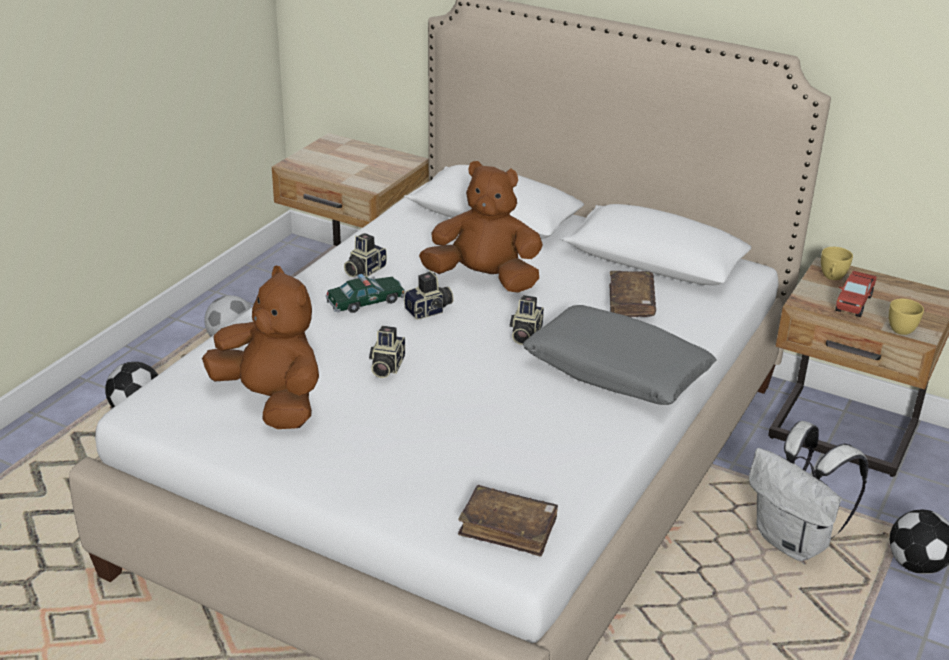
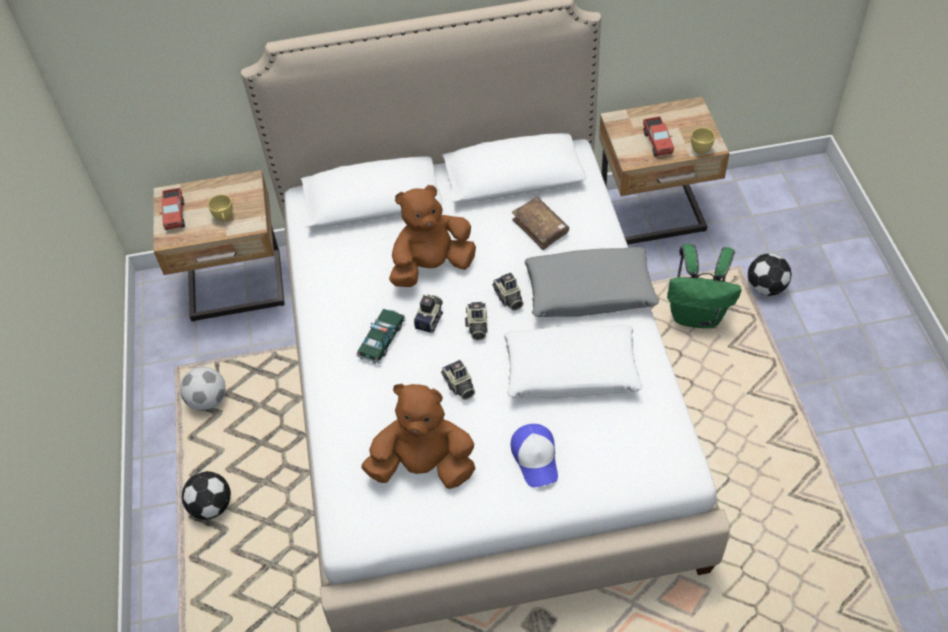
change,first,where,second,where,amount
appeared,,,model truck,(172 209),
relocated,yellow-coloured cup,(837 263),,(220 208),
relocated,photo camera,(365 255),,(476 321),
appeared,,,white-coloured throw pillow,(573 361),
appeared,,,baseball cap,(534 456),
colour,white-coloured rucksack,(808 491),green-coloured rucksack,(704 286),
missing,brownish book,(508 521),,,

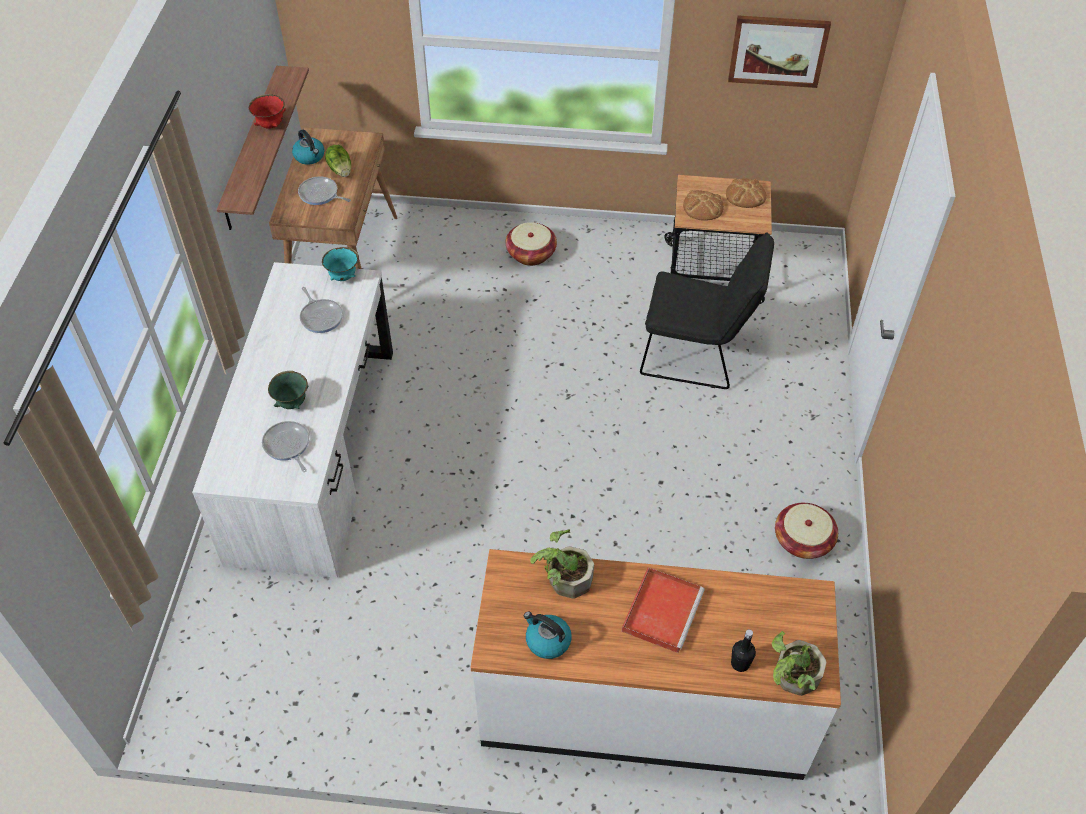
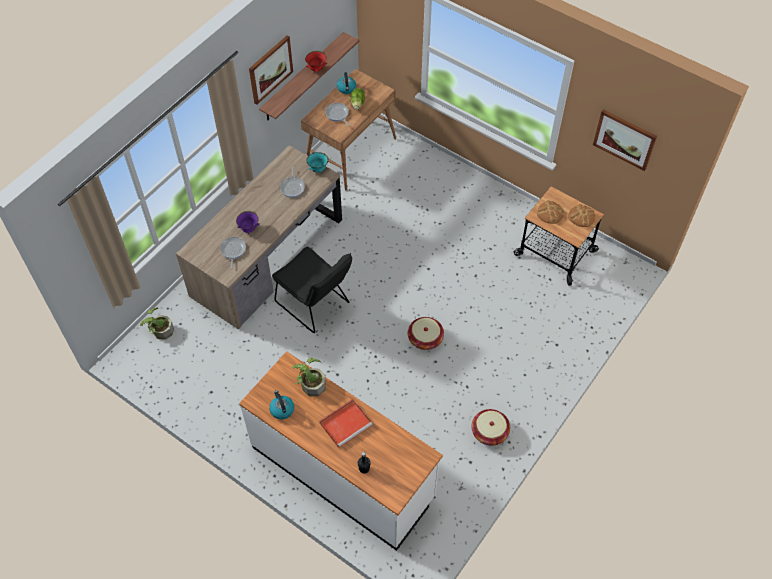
change,first,where,second,where,amount
relocated,plant in a pot,(798 663),,(157 324),
colour,white-coloured desk unit,(292 420),brownish desk unit,(259 237),
colour,green-coloured serving bowl,(288 390),purplish serving bowl,(248 222),
appeared,,,wall art,(271 70),
relocated,blackish upright chair,(707 310),,(312 290),
relocated,storage basket,(531 244),,(426 333),

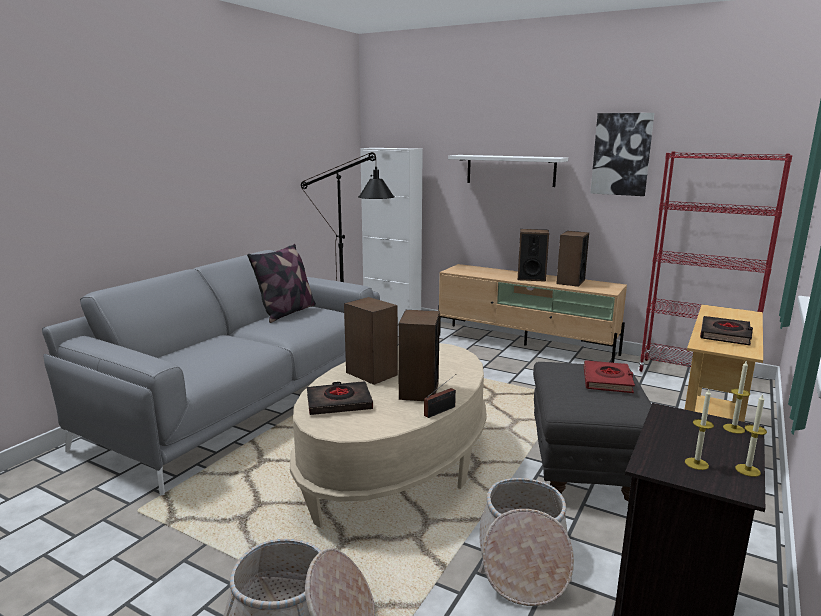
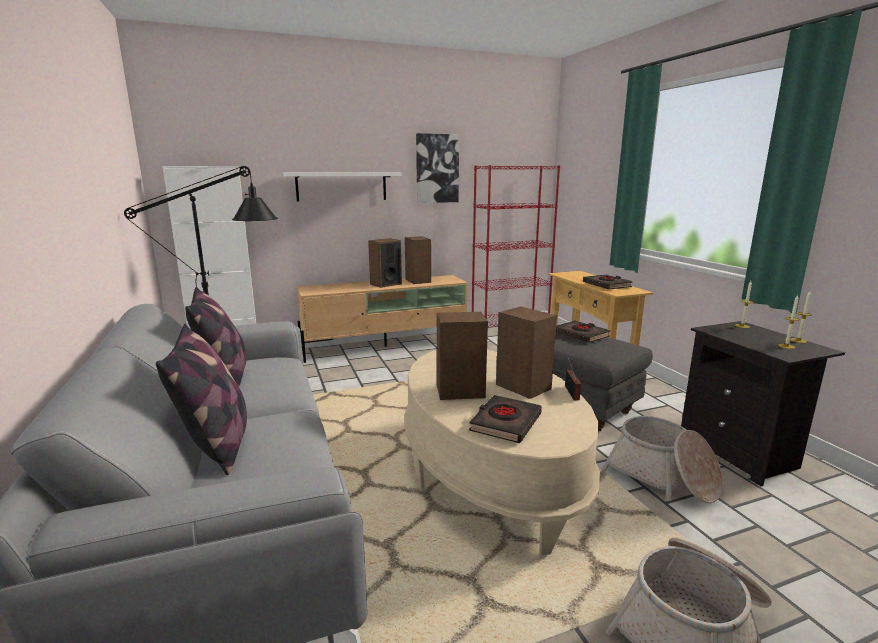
change,first,where,second,where,amount
appeared,,,throw pillow,(201 399),
colour,red-coloured book,(609 376),blackish book,(583 332),

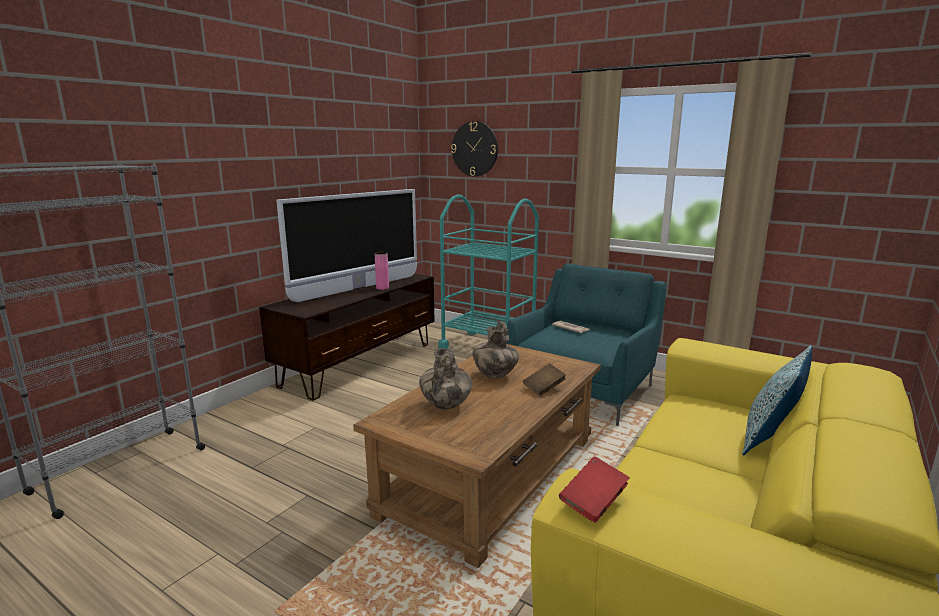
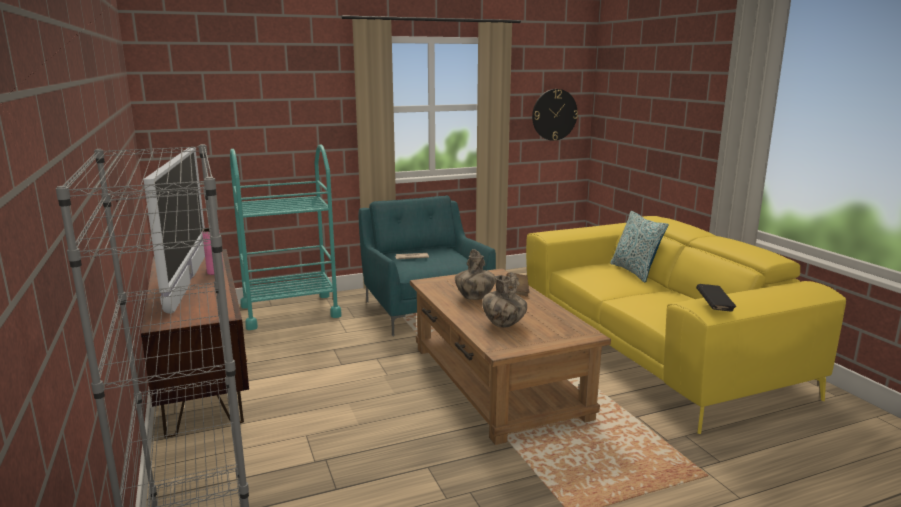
change,first,where,second,where,amount
relocated,wall clock,(474 149),,(555 115),
colour,red-coloured book,(594 489),blackish book,(716 298),

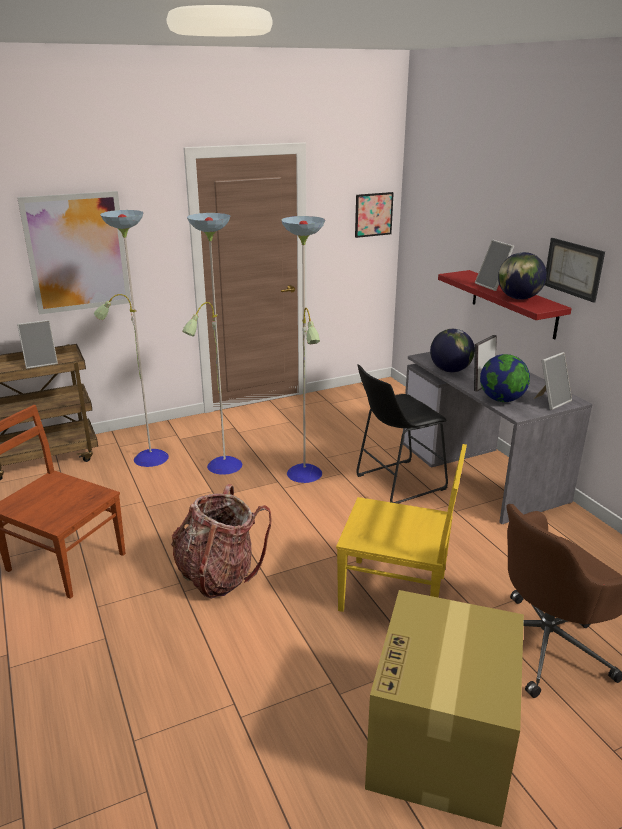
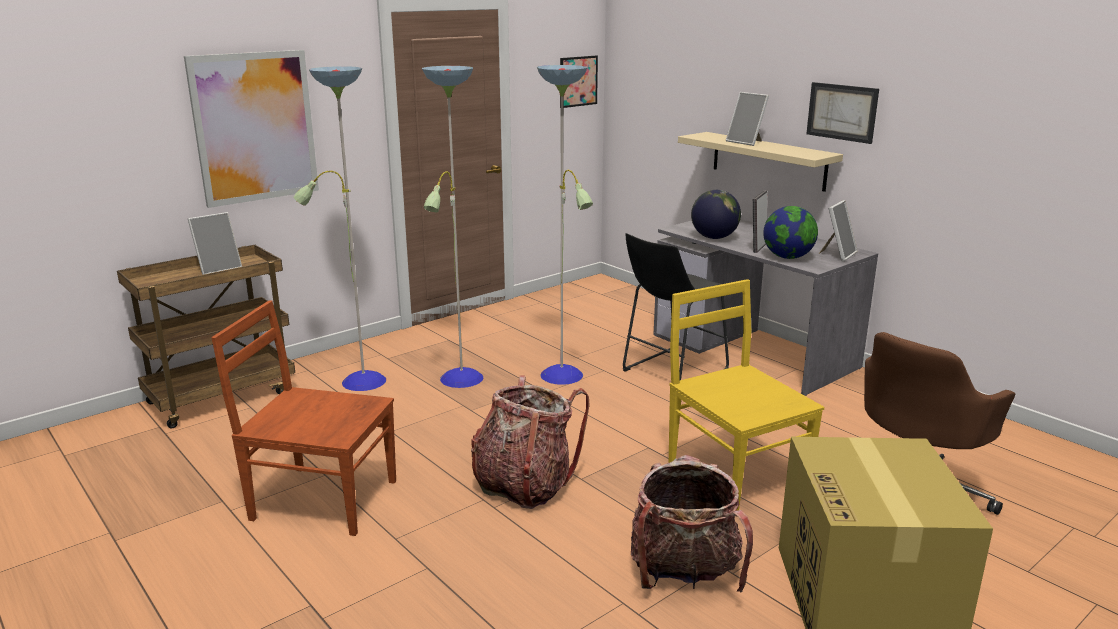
change,first,where,second,where,amount
appeared,,,rucksack,(692 523),
spun,yellow-coloured upright chair,(401 528),,(746 394),120 degrees counterclockwise
colour,red-coloured wall shelf,(505 305),sand-coloured wall shelf,(760 162),
missing,world globe,(522 276),,,

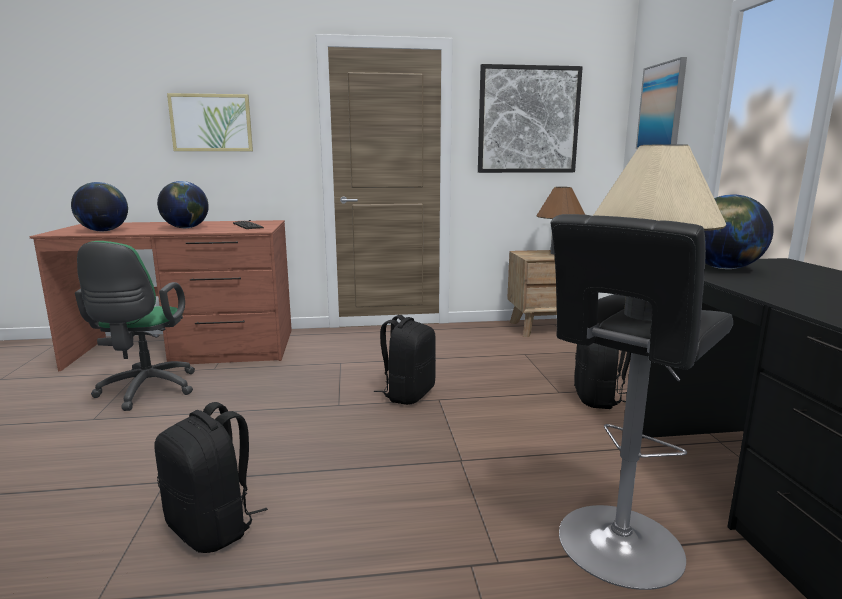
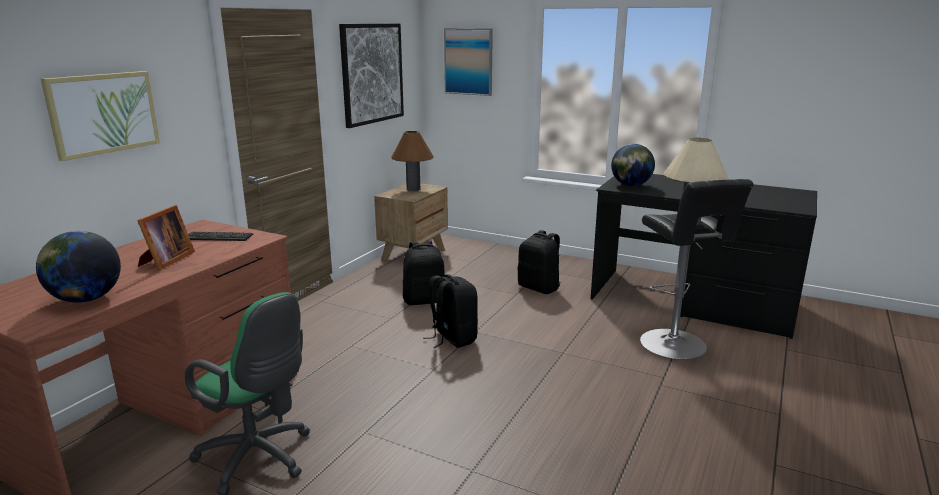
change,first,where,second,where,amount
exchanged,world globe,(183 204),photo frame,(166 237),
relocated,blackish rucksack,(211 477),,(423 272),

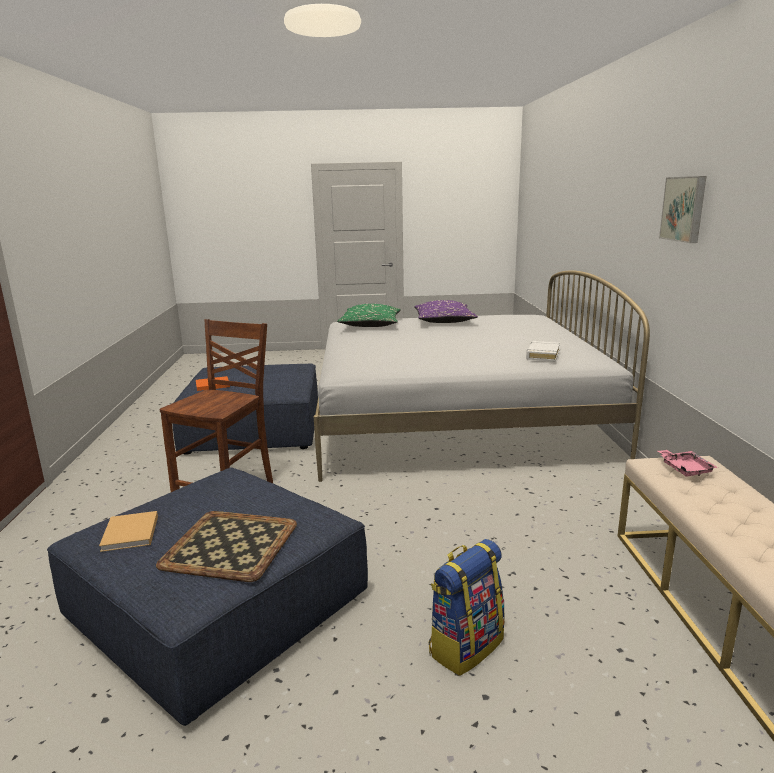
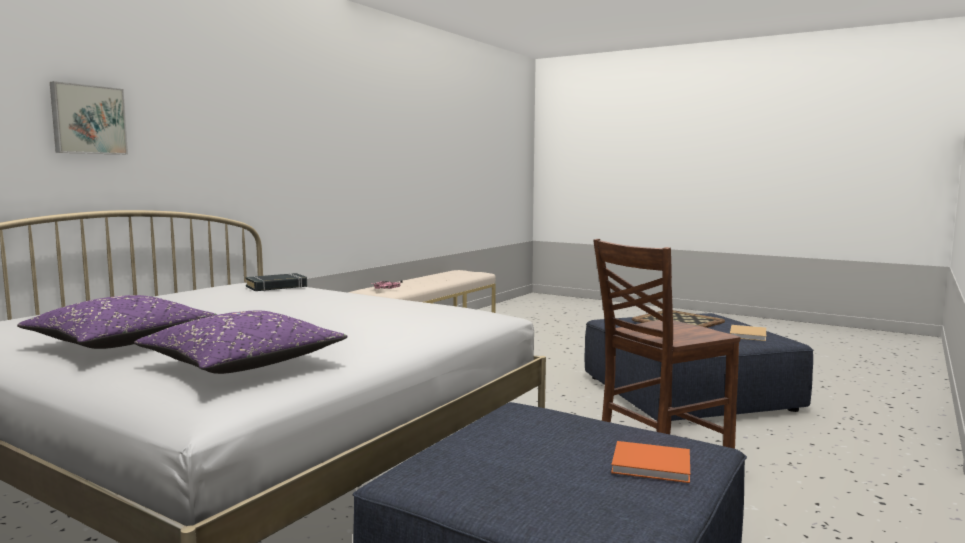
change,first,where,second,where,amount
relocated,wall art,(682 209),,(89 118),
colour,green-coloured throw pillow,(369 315),purplish throw pillow,(240 342),
colour,white-coloured book,(543 351),blackish book,(276 282),
missing,rucksack,(467 607),,,

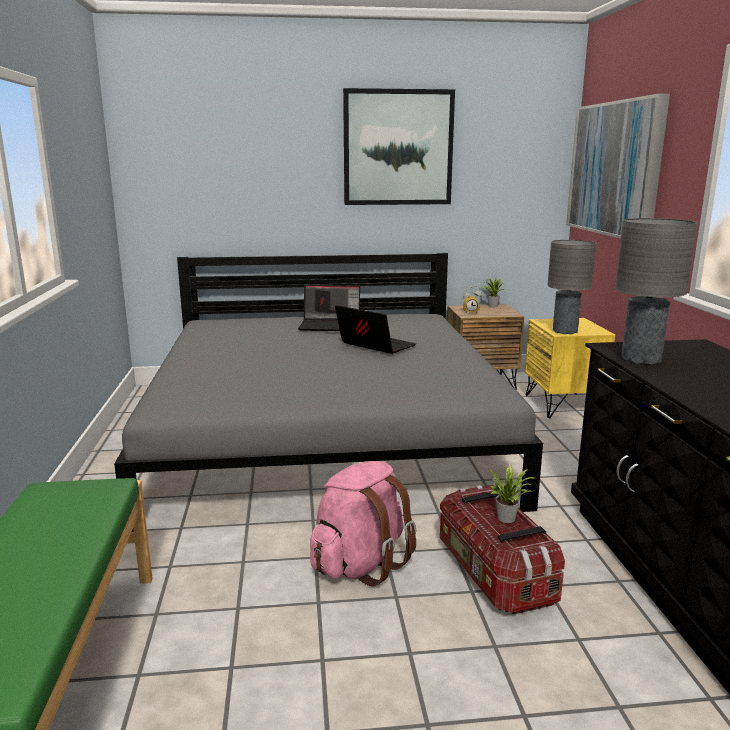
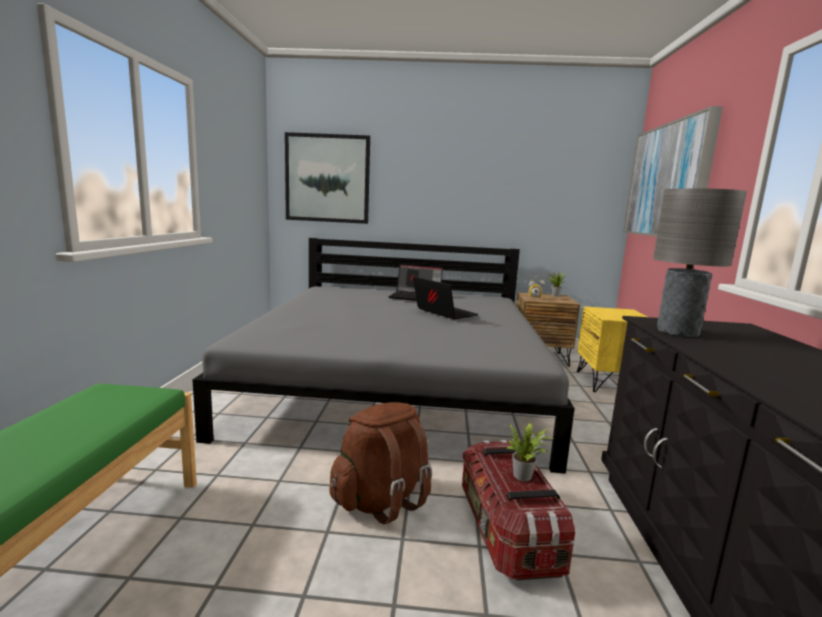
change,first,where,second,where,amount
relocated,wall art,(399 146),,(327 178),
colour,pinkish rucksack,(363 524),brownish rucksack,(380 463),
missing,greyish lamp for a table,(572 287),,,

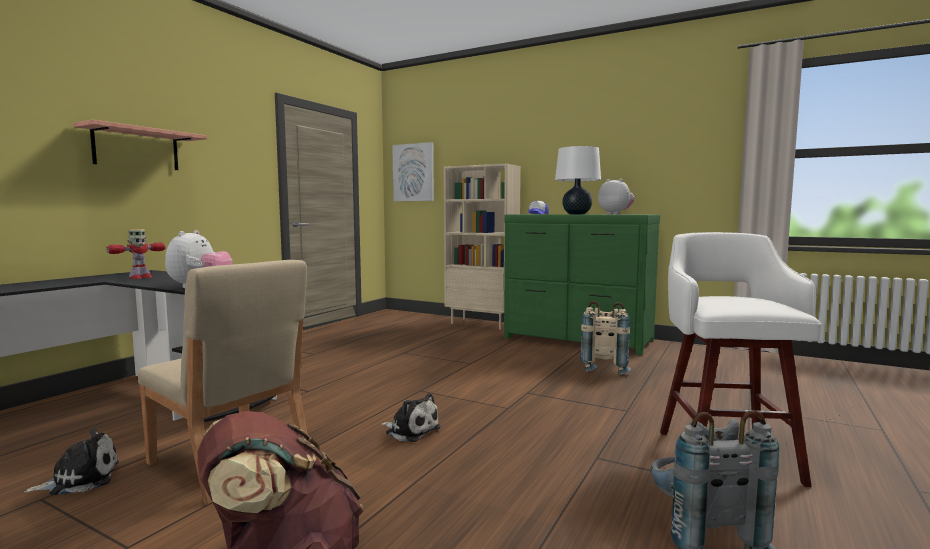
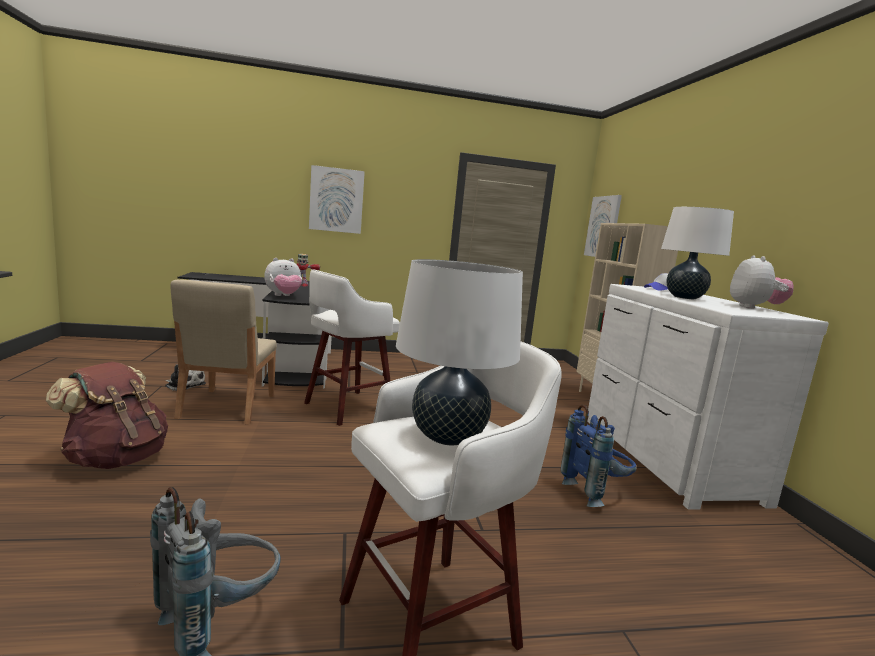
change,first,where,second,where,amount
appeared,,,white-coloured sitting stool,(352 347),
exchanged,wall shelf,(140 145),wall art,(337 199),
appeared,,,white-coloured lamp for a table,(459 352),
colour,sand-coloured rucksack,(606 338),blue-coloured rucksack,(598 456),
colour,green-coloured drawer chest,(582 285),white-coloured drawer chest,(708 397),
missing,soft toy,(410 417),,,

